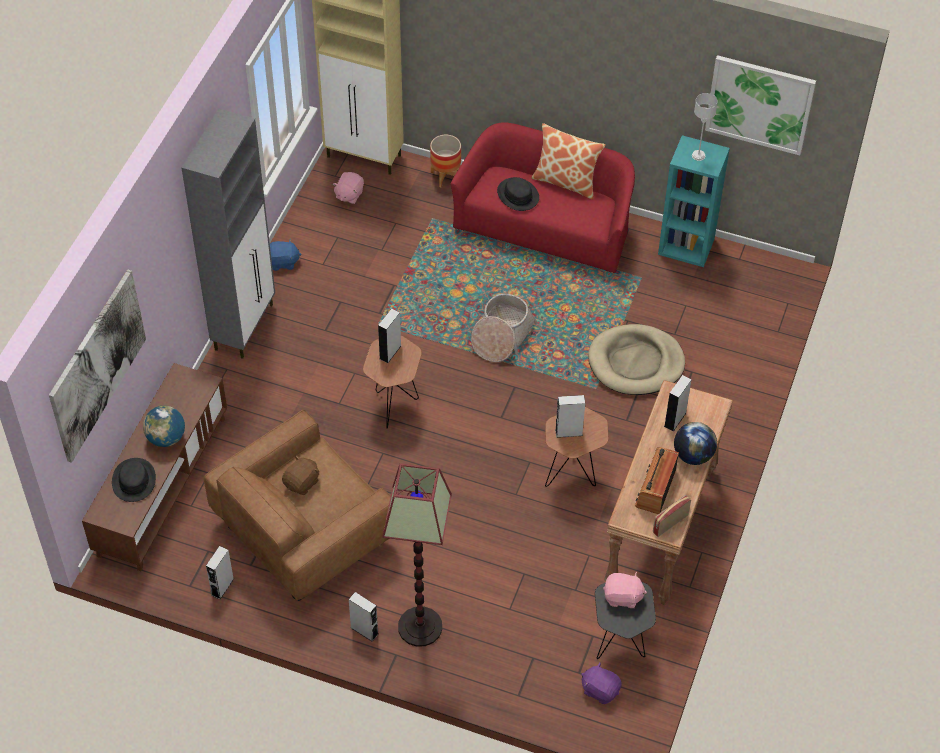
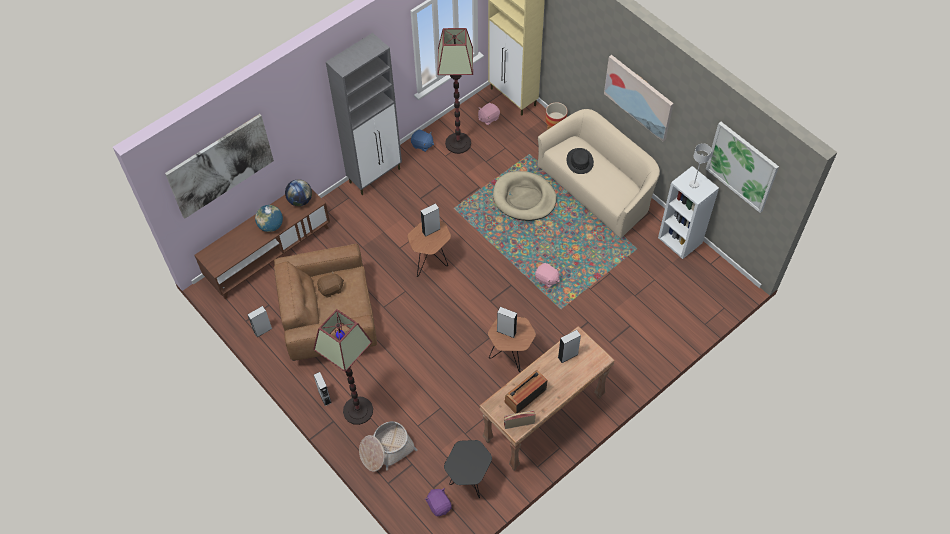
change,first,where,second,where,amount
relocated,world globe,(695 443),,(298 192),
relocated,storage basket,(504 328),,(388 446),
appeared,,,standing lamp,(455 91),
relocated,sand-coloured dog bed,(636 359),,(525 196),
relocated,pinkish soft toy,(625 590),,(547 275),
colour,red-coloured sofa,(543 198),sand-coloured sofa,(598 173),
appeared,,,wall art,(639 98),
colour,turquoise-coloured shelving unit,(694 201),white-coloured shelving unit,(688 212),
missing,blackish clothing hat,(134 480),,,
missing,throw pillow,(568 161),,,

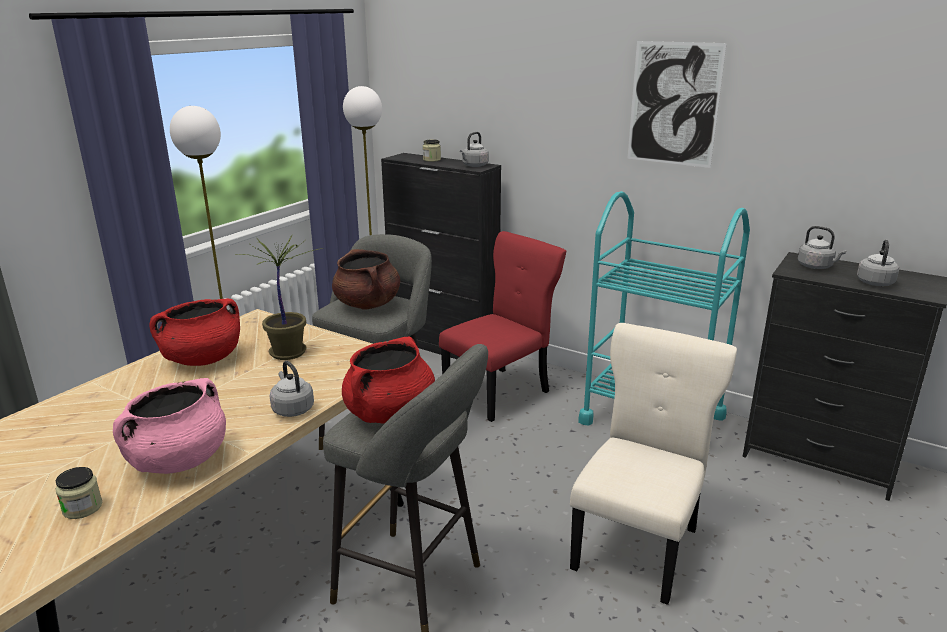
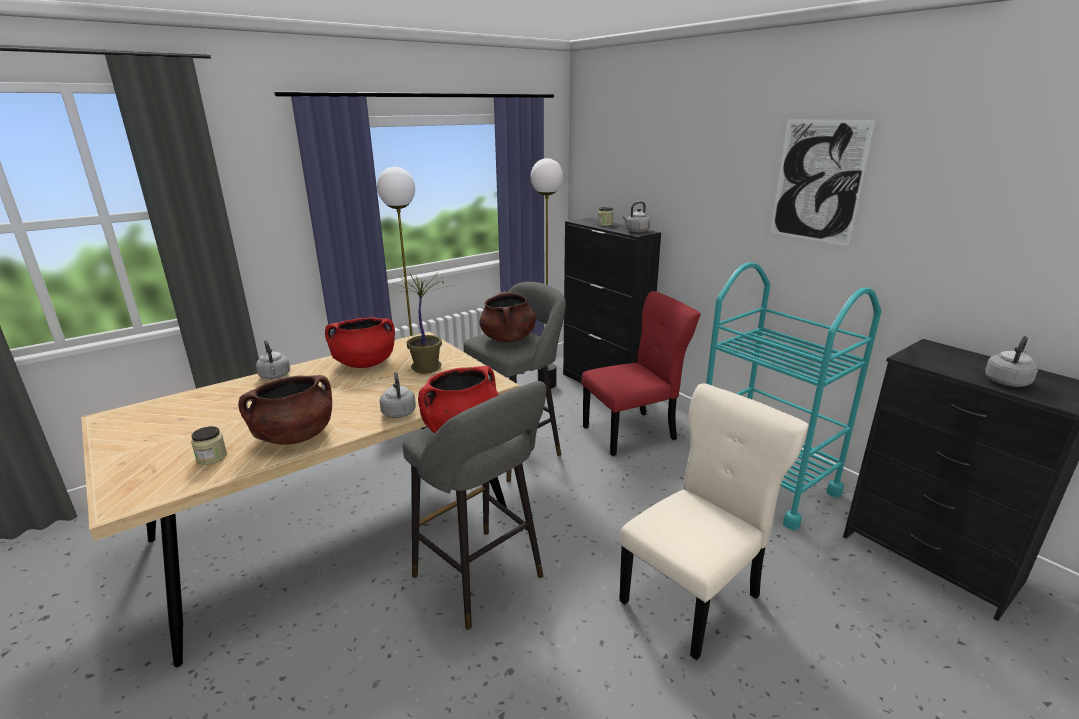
change,first,where,second,where,amount
colour,pinkish cooking pot,(169 426),brownish cooking pot,(285 410),
relocated,greyish water kettle,(822 247),,(273 359),

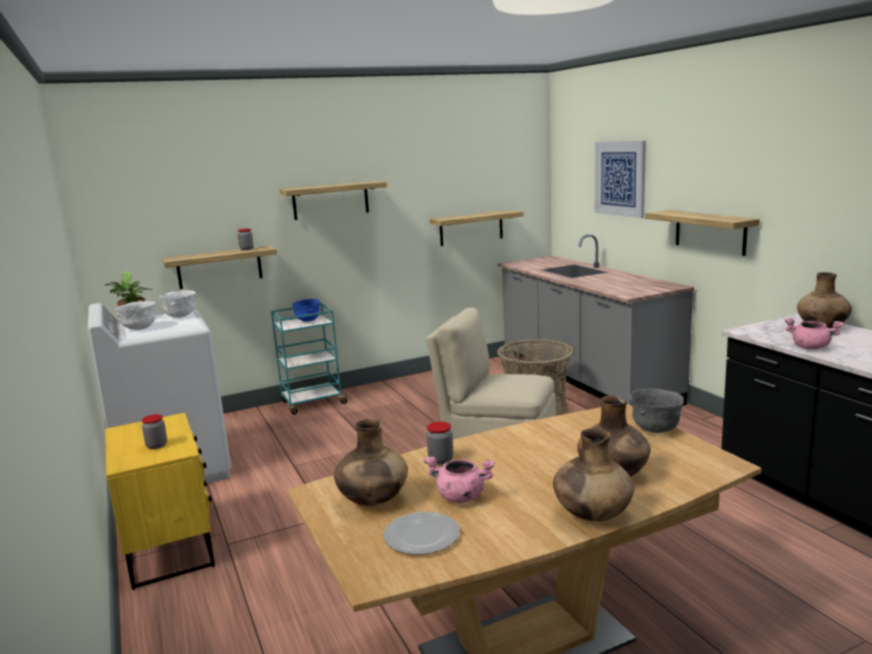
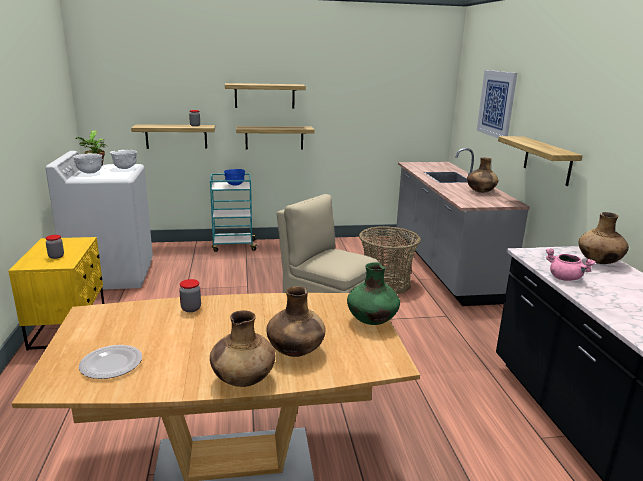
change,first,where,second,where,amount
relocated,wall shelf,(477 228),,(275 137),
exchanged,greyish serving bowl,(656 410),green-coloured decorative vase,(373 293),
relocated,brownish decorative vase,(371 462),,(482 175),
missing,pinkish cooking pot,(459 479),,,

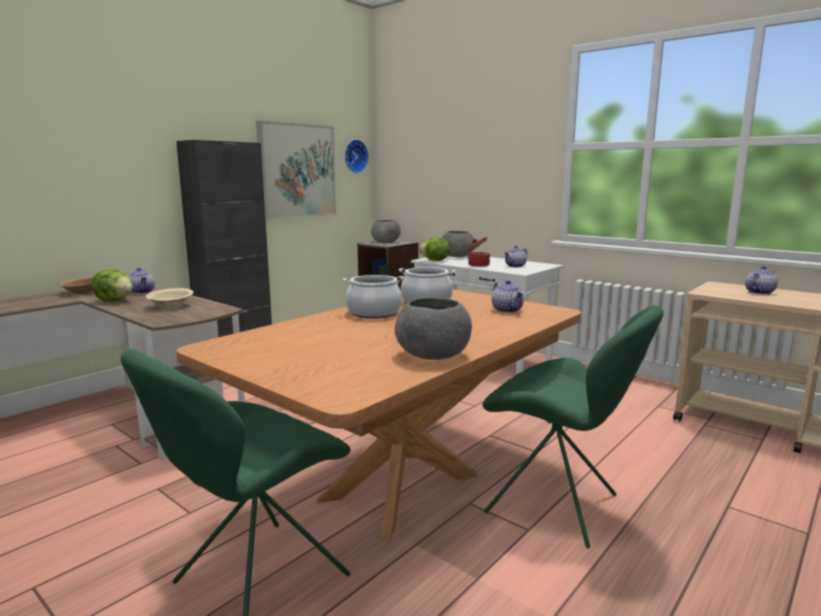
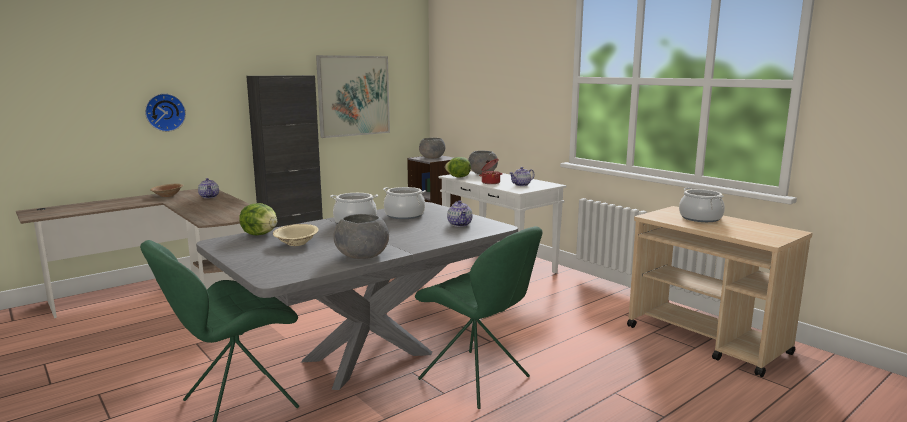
change,first,where,second,where,amount
relocated,wall clock,(357 157),,(165 112),
colour,brownish dining table,(378 415),greyish dining table,(357 296),
relocated,head of lettuce,(112 285),,(258 219),
relocated,sand-coloured serving bowl,(169 298),,(296 235),
exchanged,pot for tea,(761 280),cooking pot,(702 205),

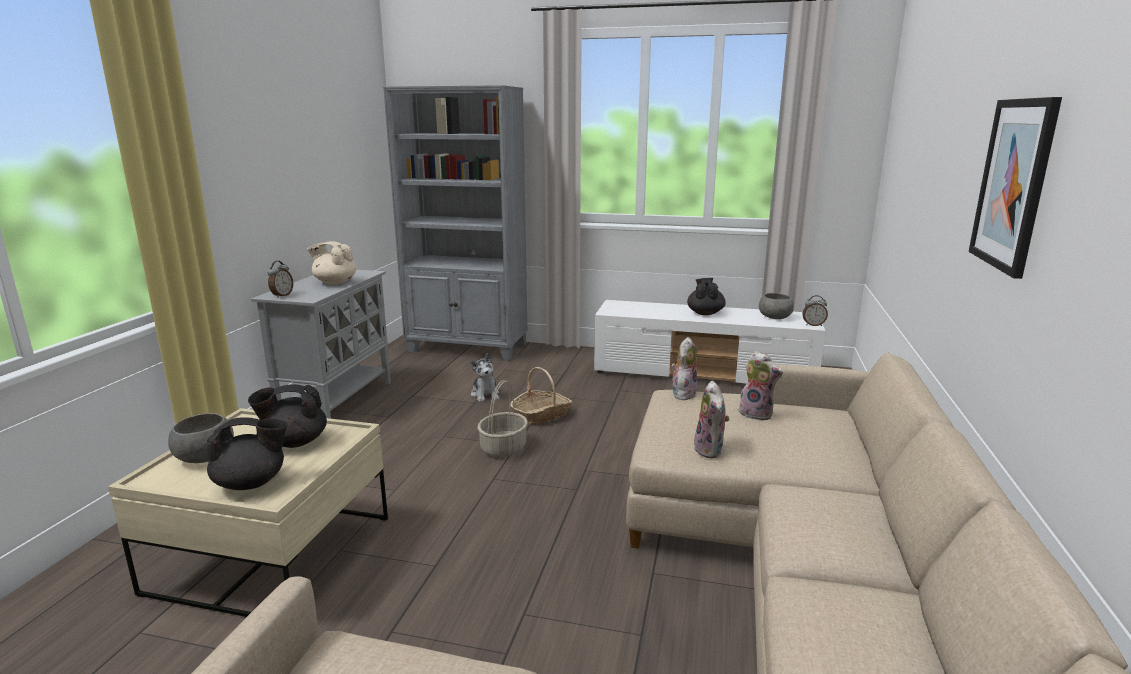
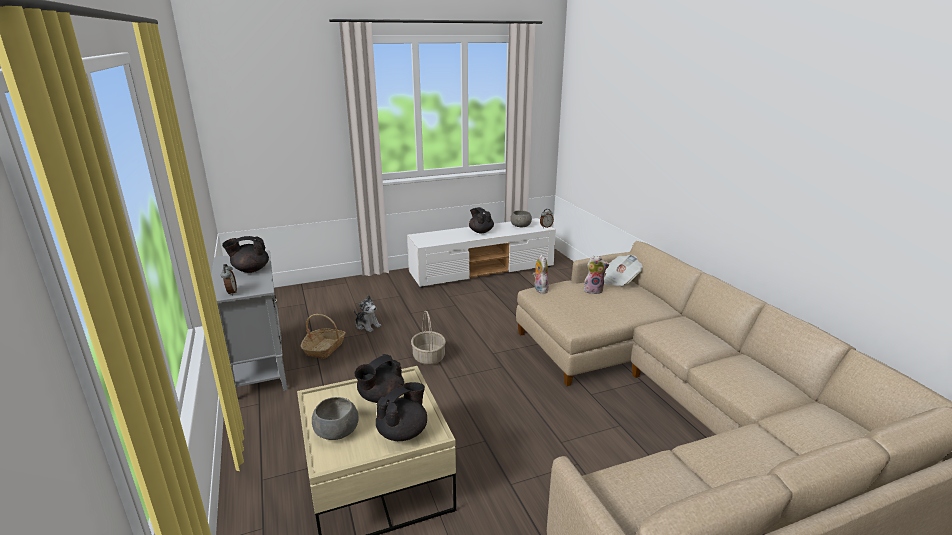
change,first,where,second,where,amount
colour,sand-coloured pot for tea,(331 263),blackish pot for tea,(245 254),
relocated,storage basket,(541 396),,(323 336),
appeared,,,printed paper,(623 271),
missing,greyish shelving unit,(455 223),,,
missing,soft toy,(712 419),,,
missing,wall art,(1015 188),,,

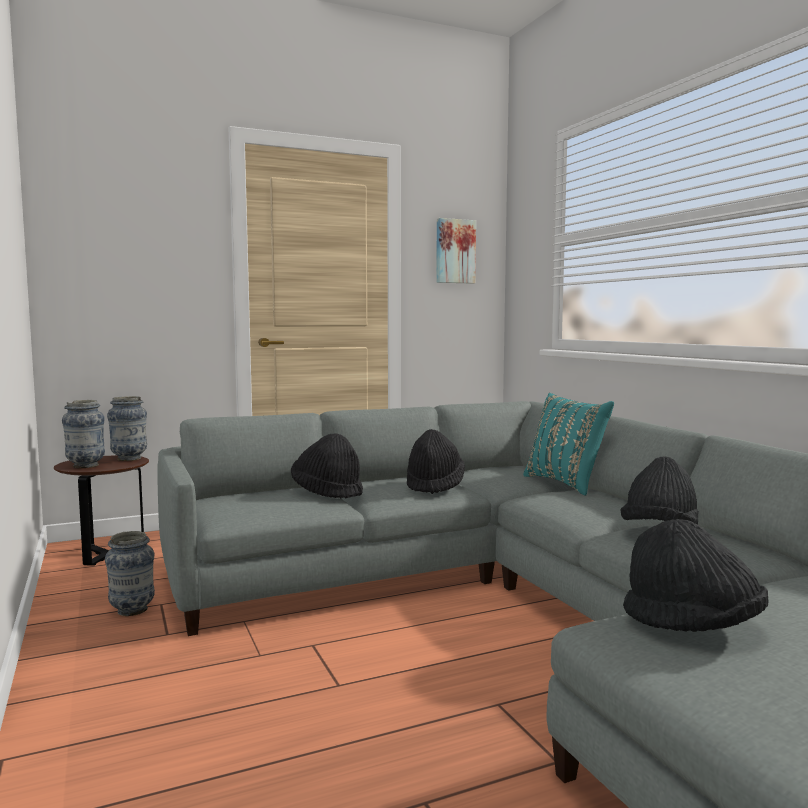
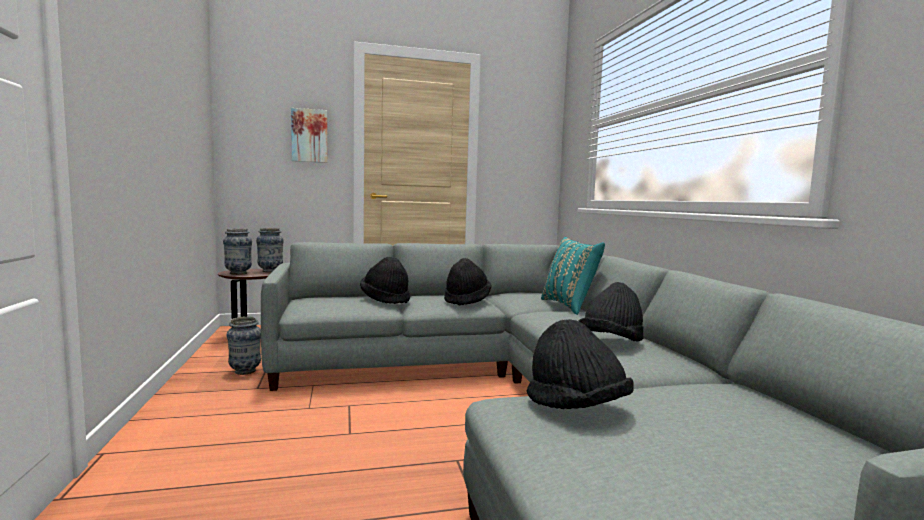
change,first,where,second,where,amount
relocated,wall art,(456 251),,(309 135),

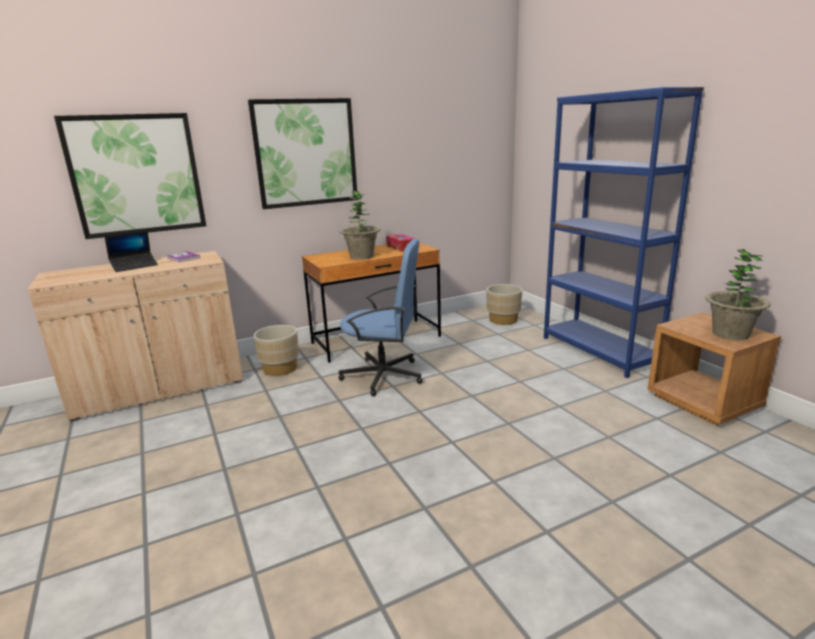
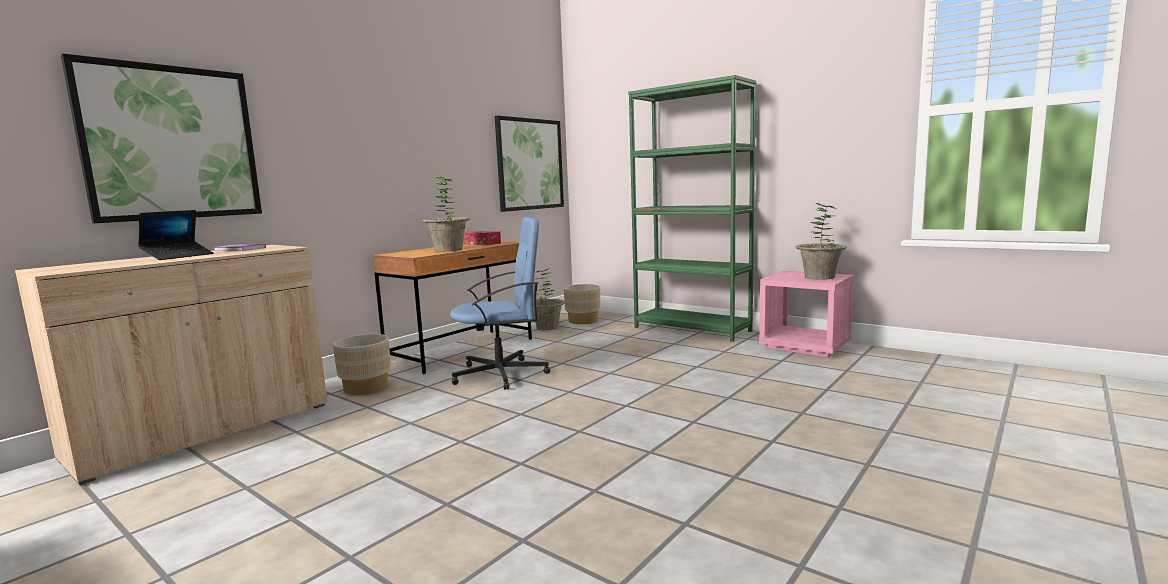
change,first,where,second,where,amount
relocated,wall art,(302 153),,(529 164),
appeared,,,plant in a pot,(549 299),
colour,blue-coloured shelving unit,(624 232),green-coloured shelving unit,(692 208),
colour,brownish bedside table,(714 369),pinkish bedside table,(806 314),

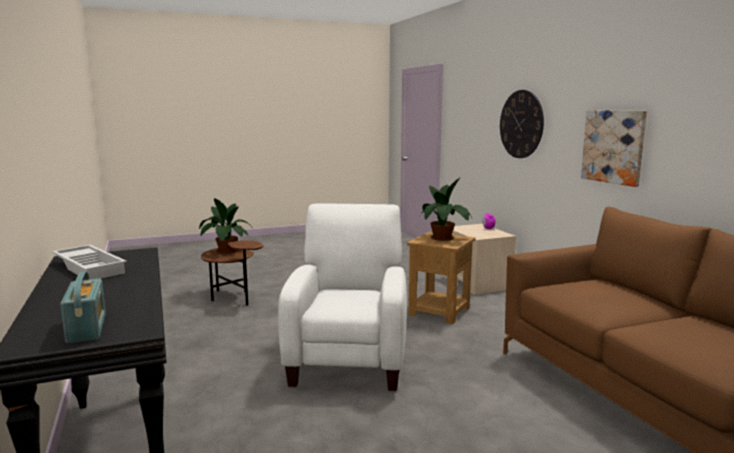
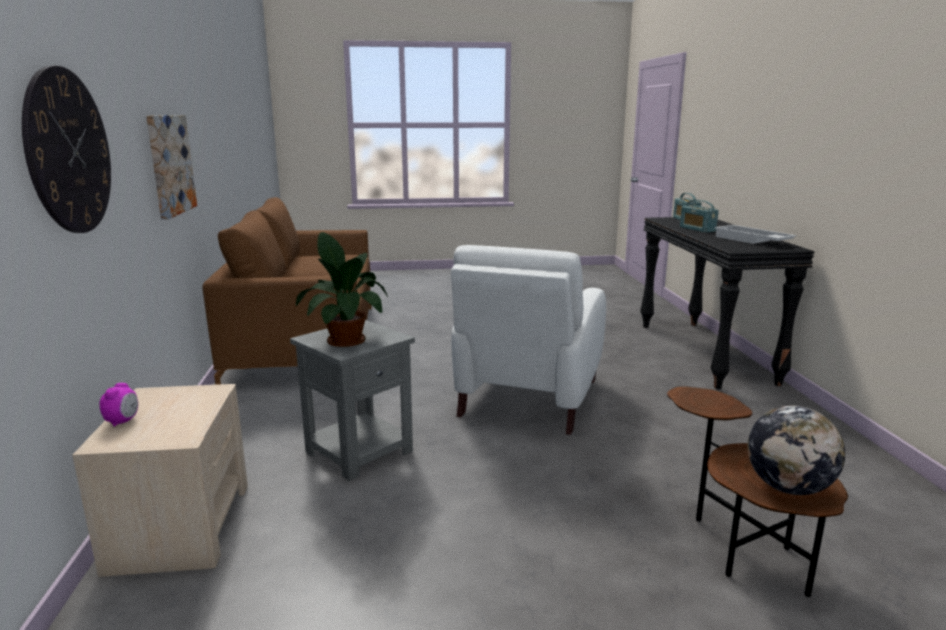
change,first,where,second,where,amount
colour,brownish accent table,(441 278),greyish accent table,(352 400),
appeared,,,radio,(699 216),
exchanged,plant in a pot,(226 226),world globe,(796 450),

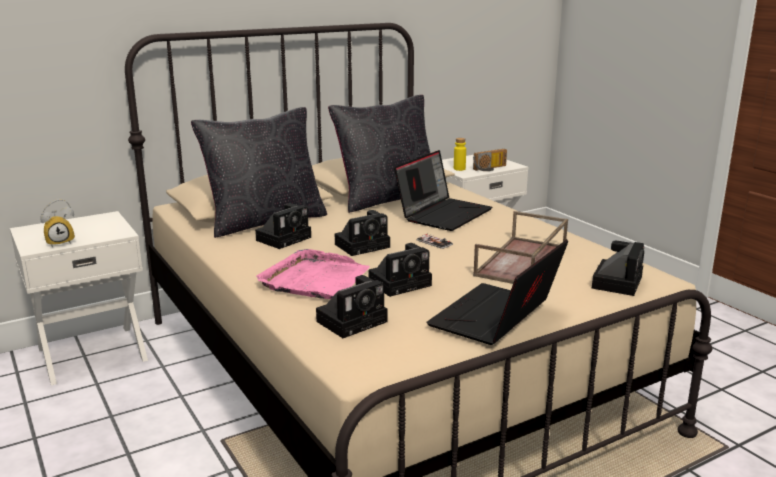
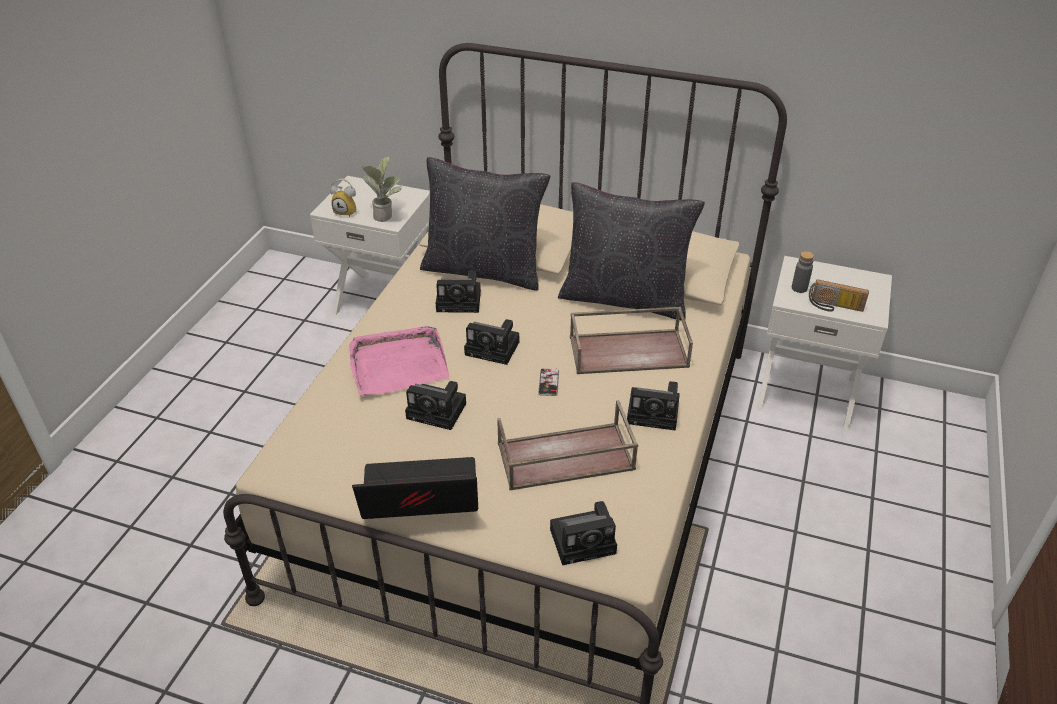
change,first,where,second,where,amount
appeared,,,plant in a pot,(381 189),
exchanged,laptop,(443 190),brownish serving tray,(631 340),
relocated,photo camera,(352 306),,(653 406),
colour,yellow-coloured bottle,(460 154),greyish bottle,(803 272),

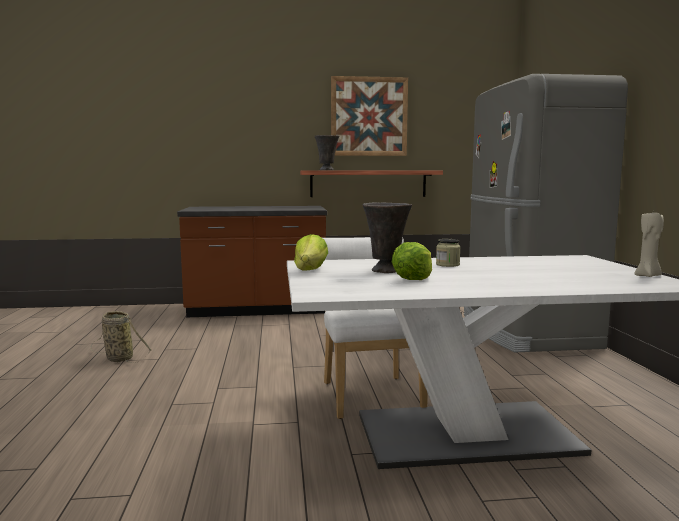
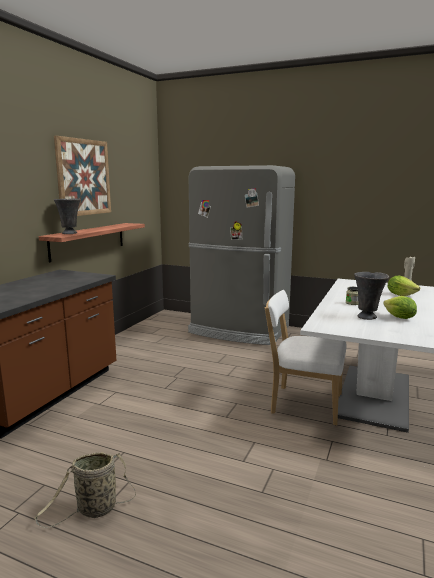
change,first,where,second,where,amount
relocated,head of lettuce,(311 252),,(404 286),

